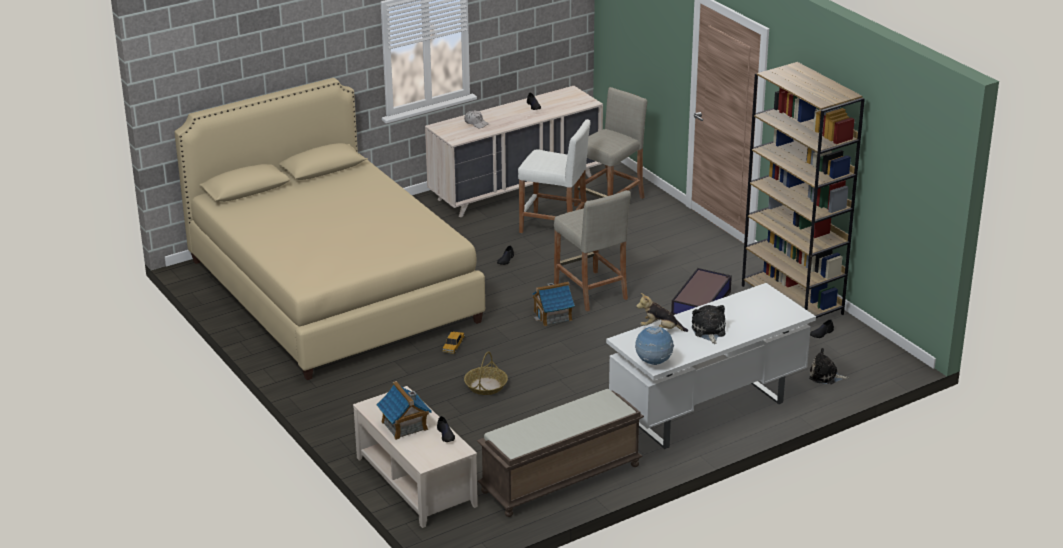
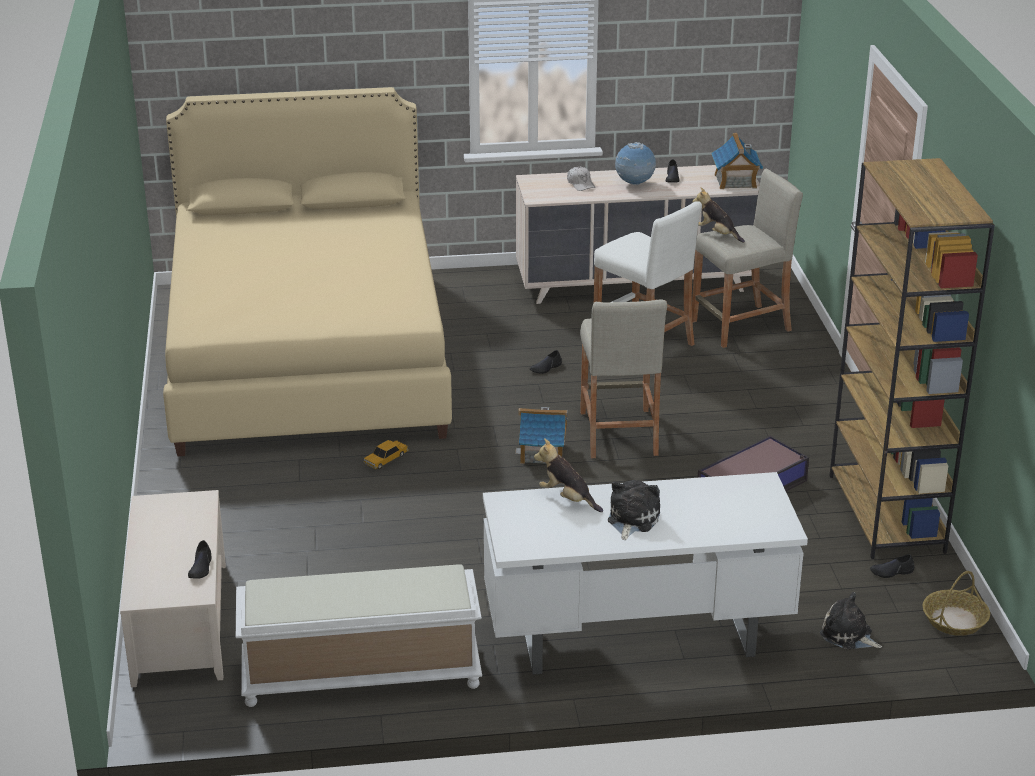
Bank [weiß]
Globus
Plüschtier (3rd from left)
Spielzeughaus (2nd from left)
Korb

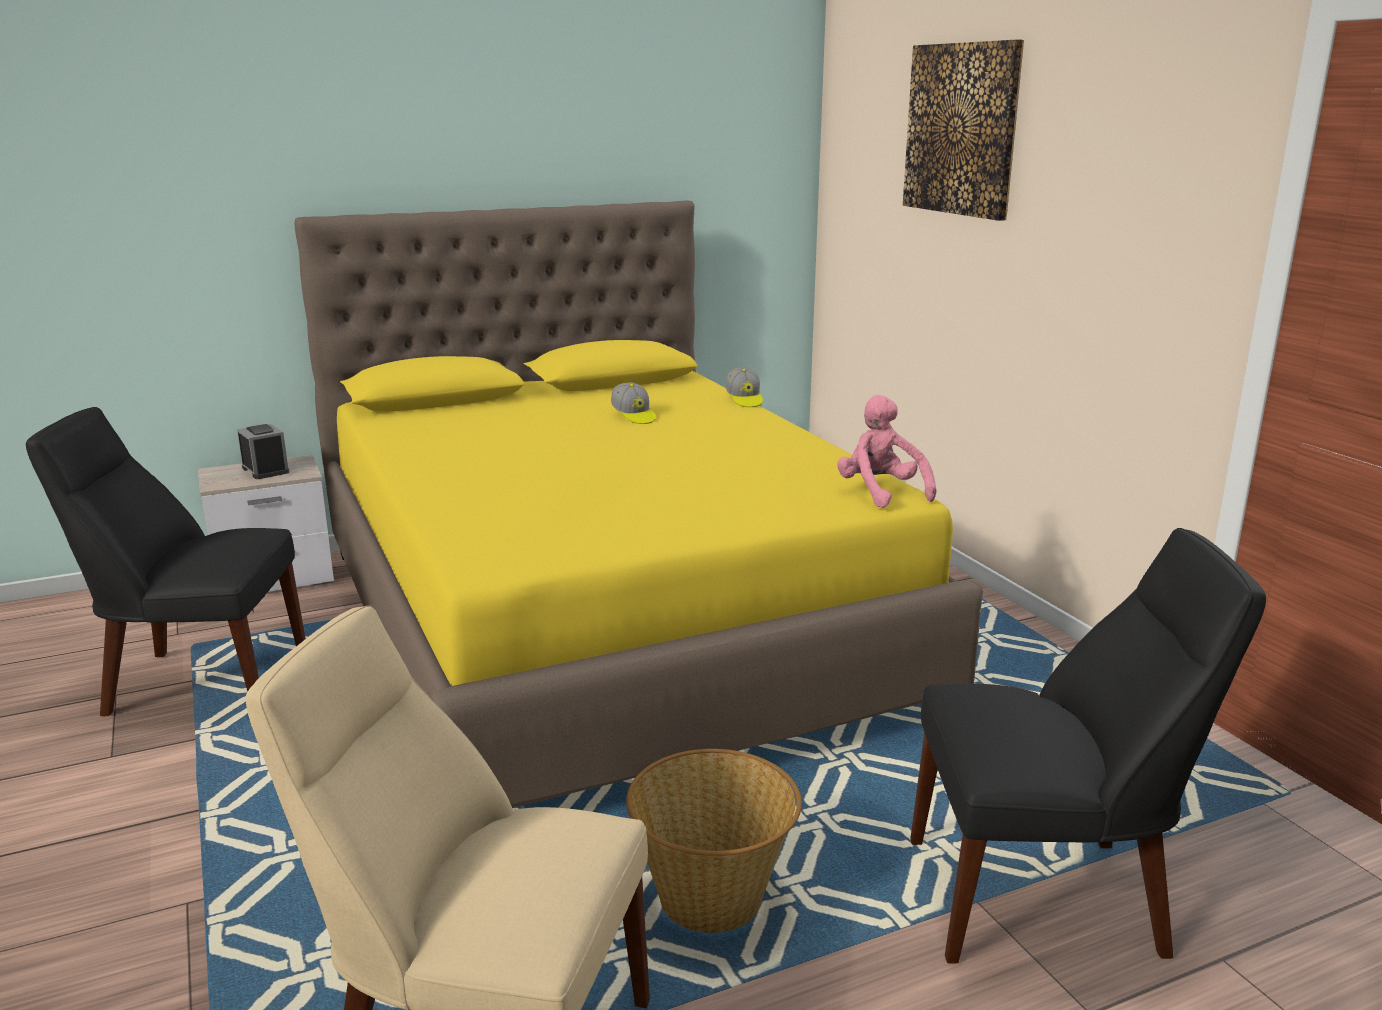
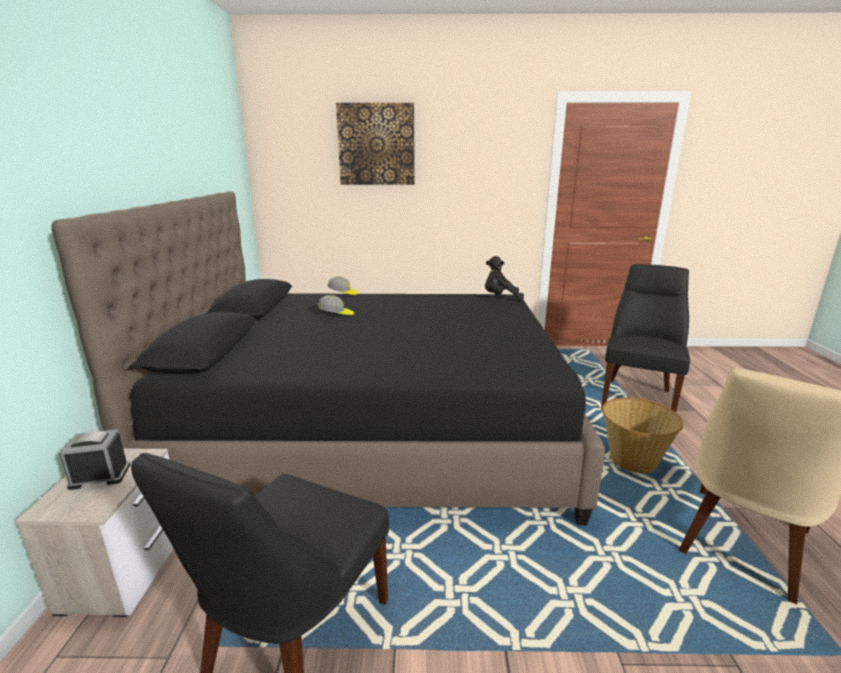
Bett [schwarz]
Plüschtier [schwarz]

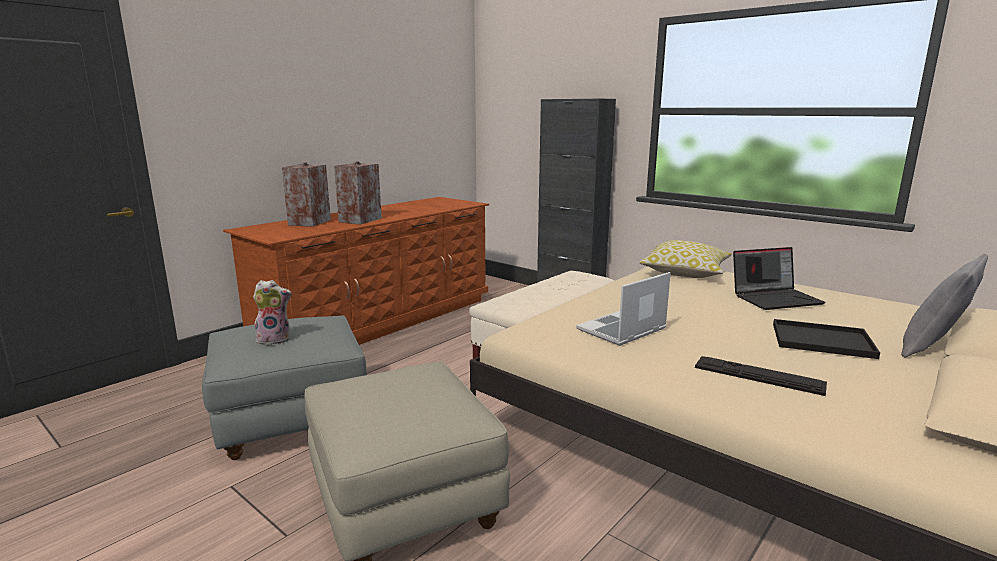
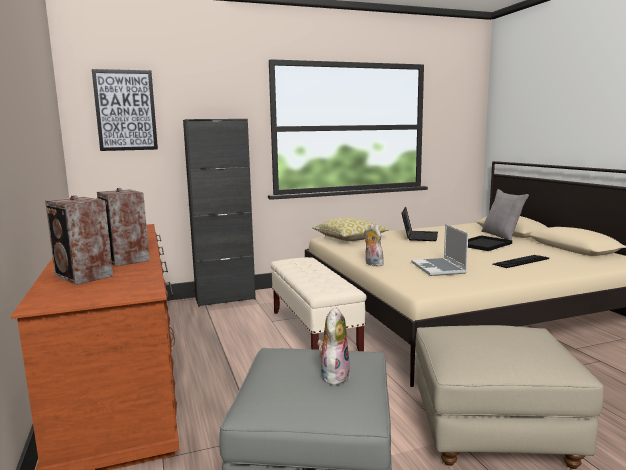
Bild
Plüschtier (2nd from left)

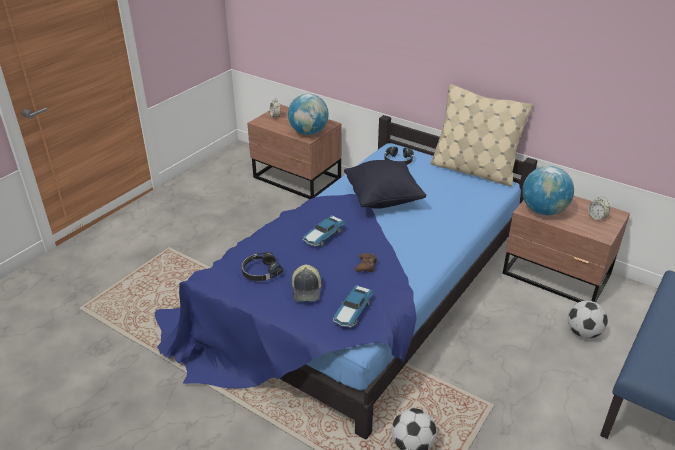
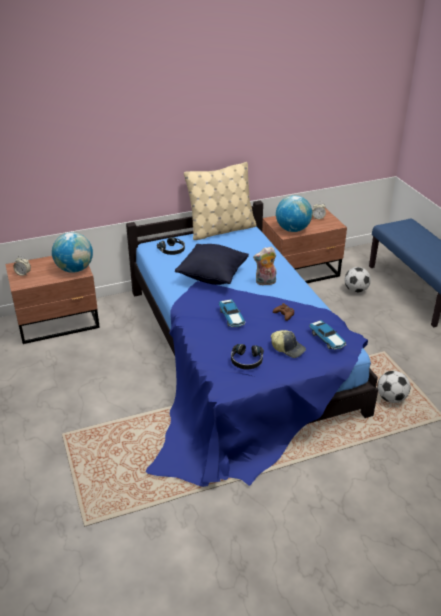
Plüschtier

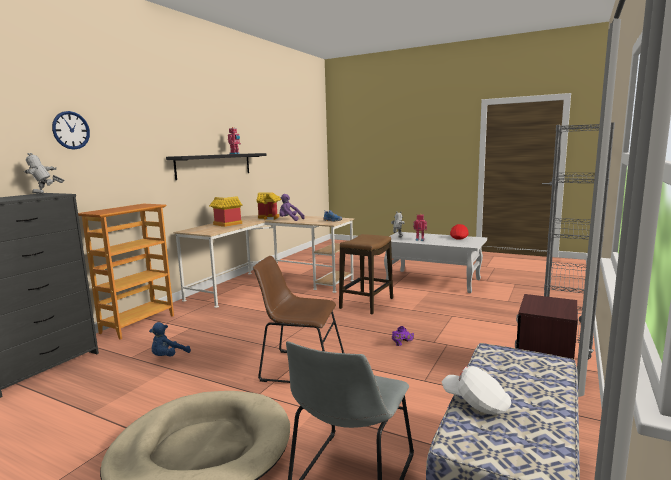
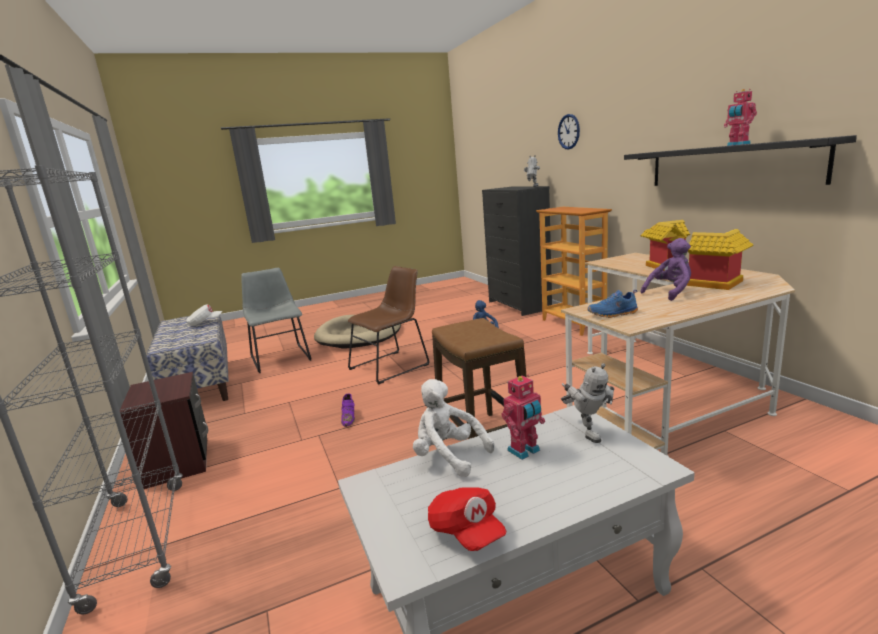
Plüschtier [weiß]

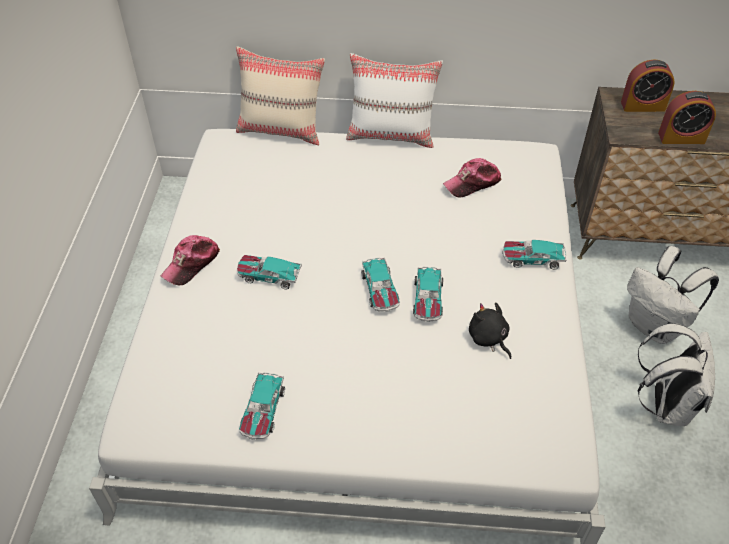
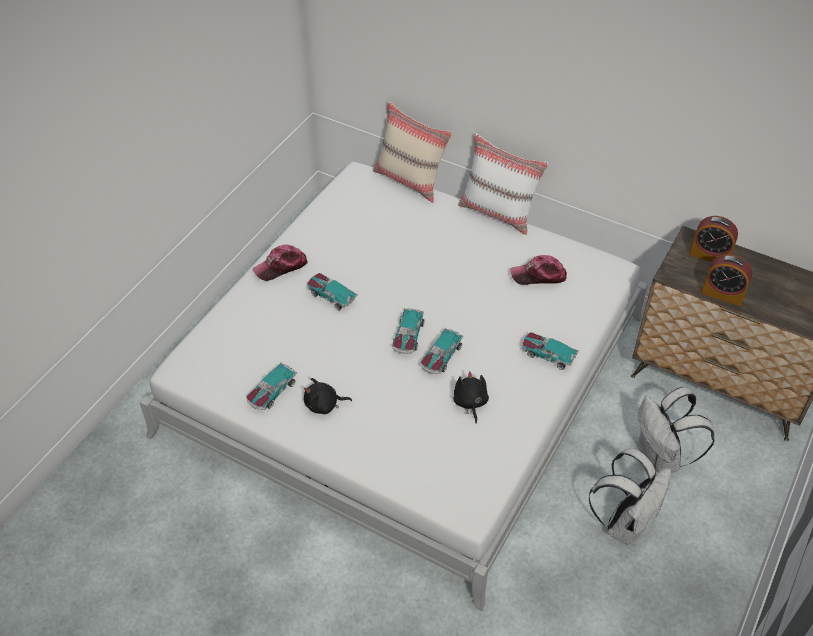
Plüschtier [schwarz] (1st from left)

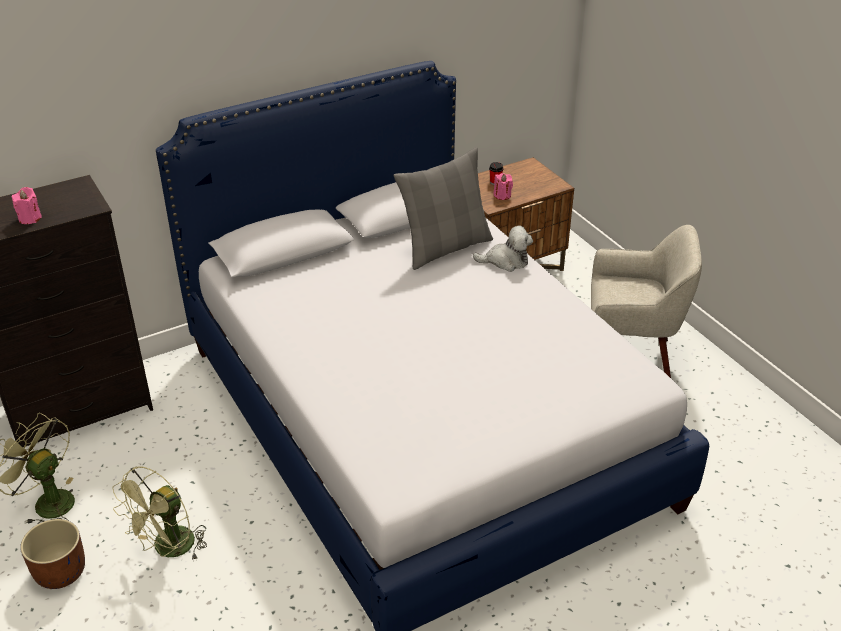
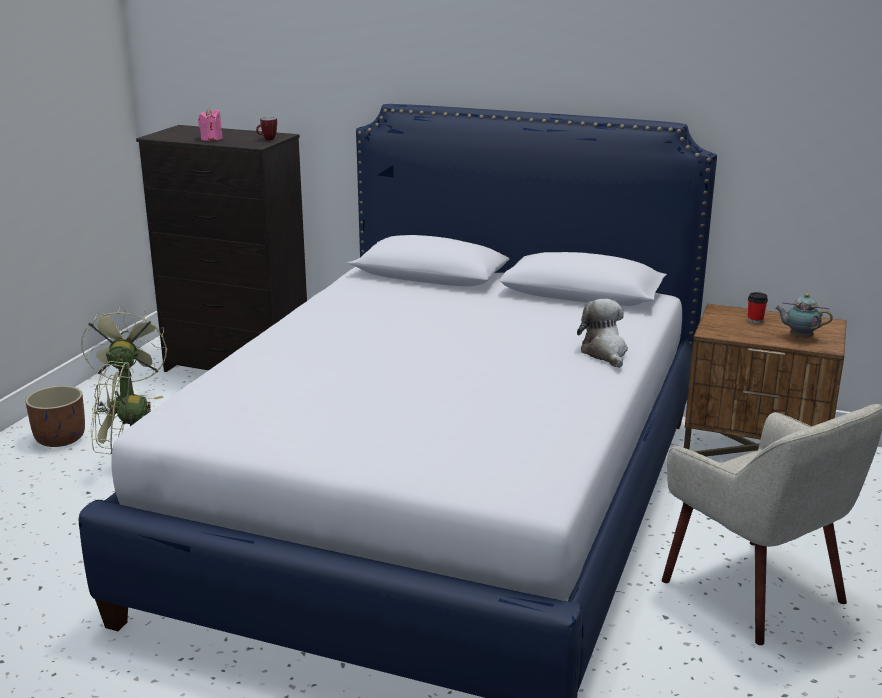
Henkelbecher
Plüschtier
Teekanne
Kissen [grau]
Kerze [rosa] (2nd from left in the first image)

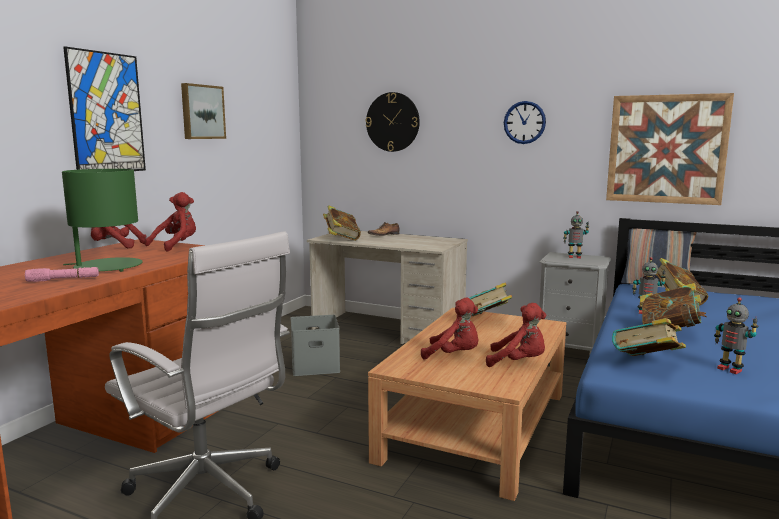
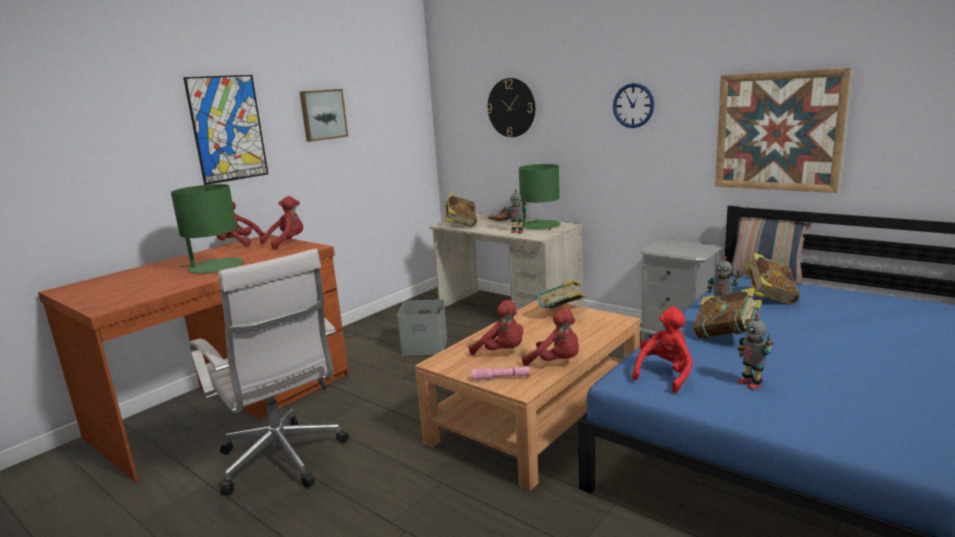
Taschenlampe [rosa]
Spielzeugroboter (1st from left)
Tischlampe [grün] (2nd from left)
Plüschtier [rot] (5th from left)

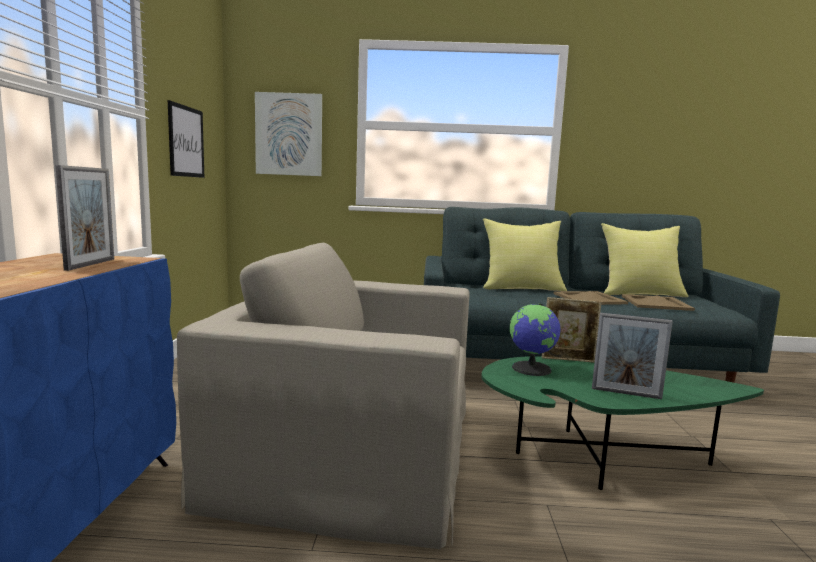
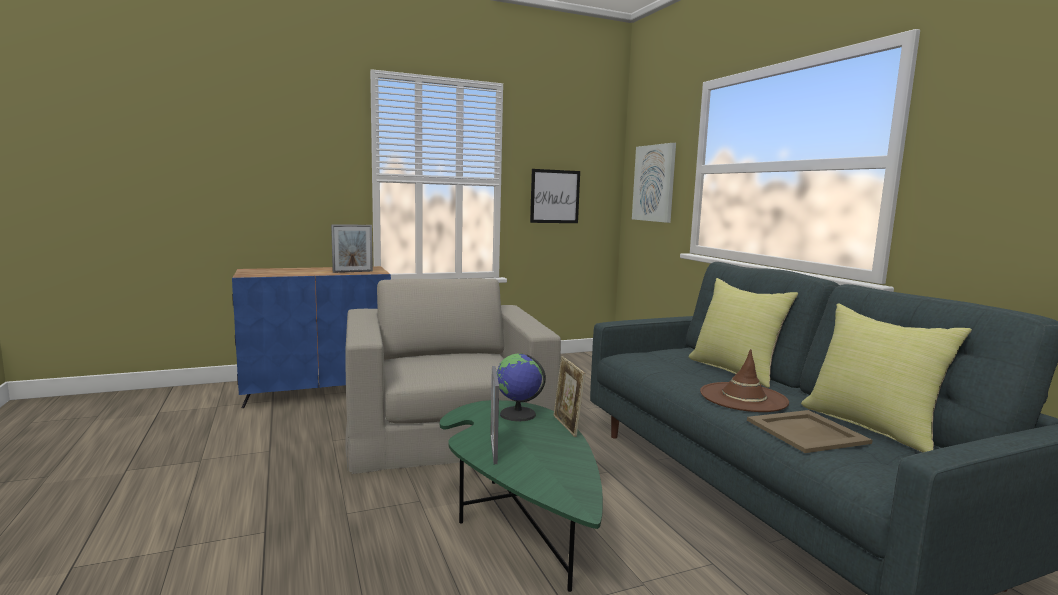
Hut [braun]

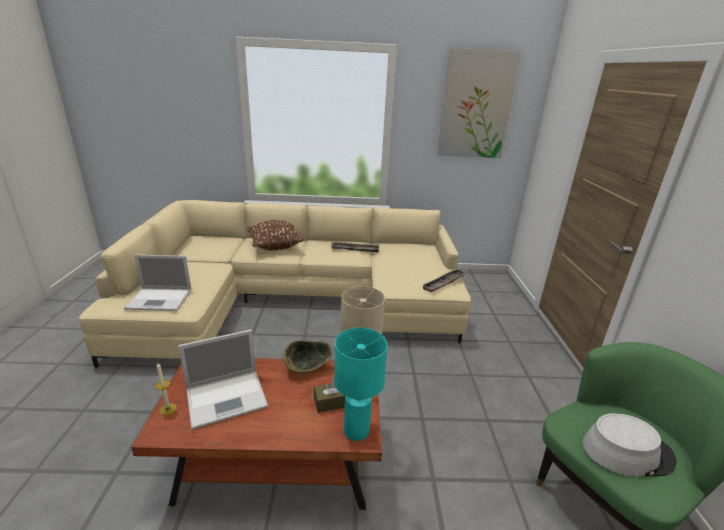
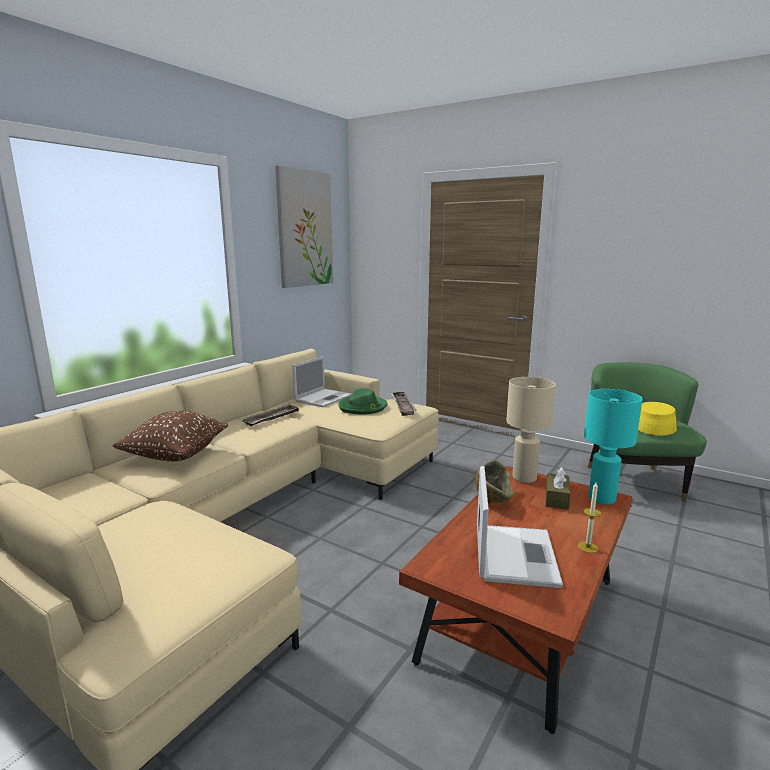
Laptop (1st from left)
Hut [grün]
Kerze
Hut [gelb]

